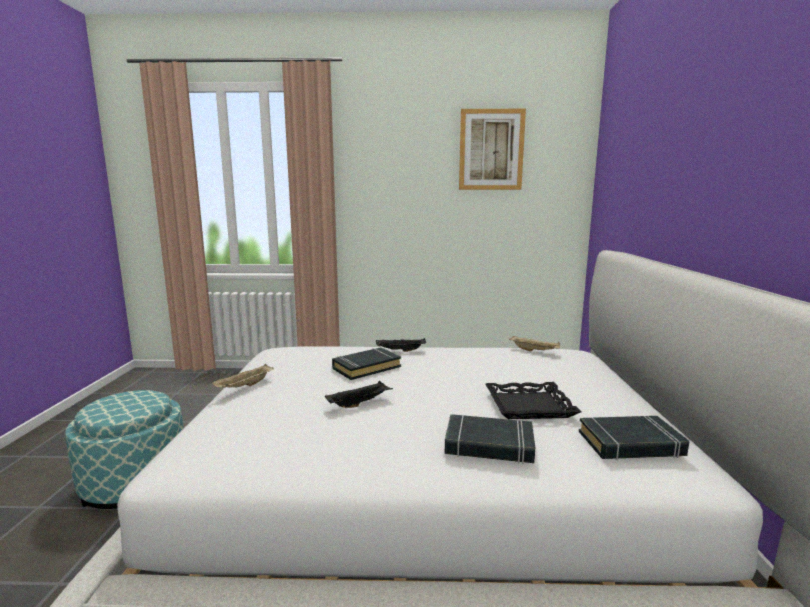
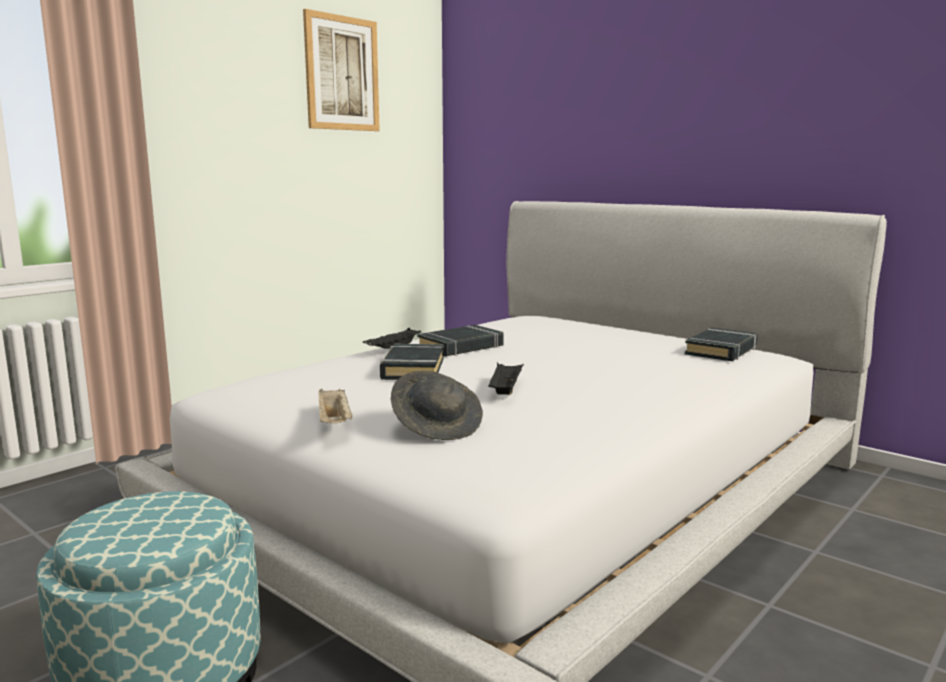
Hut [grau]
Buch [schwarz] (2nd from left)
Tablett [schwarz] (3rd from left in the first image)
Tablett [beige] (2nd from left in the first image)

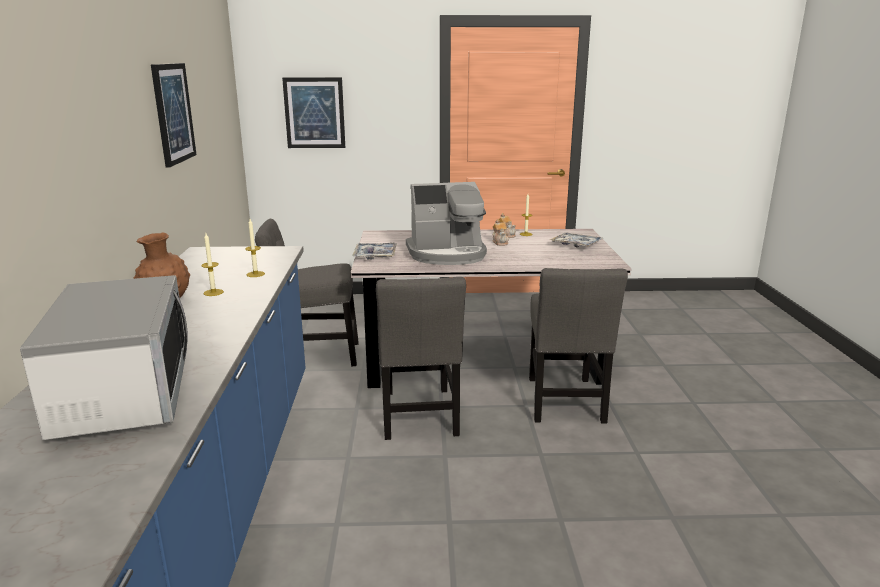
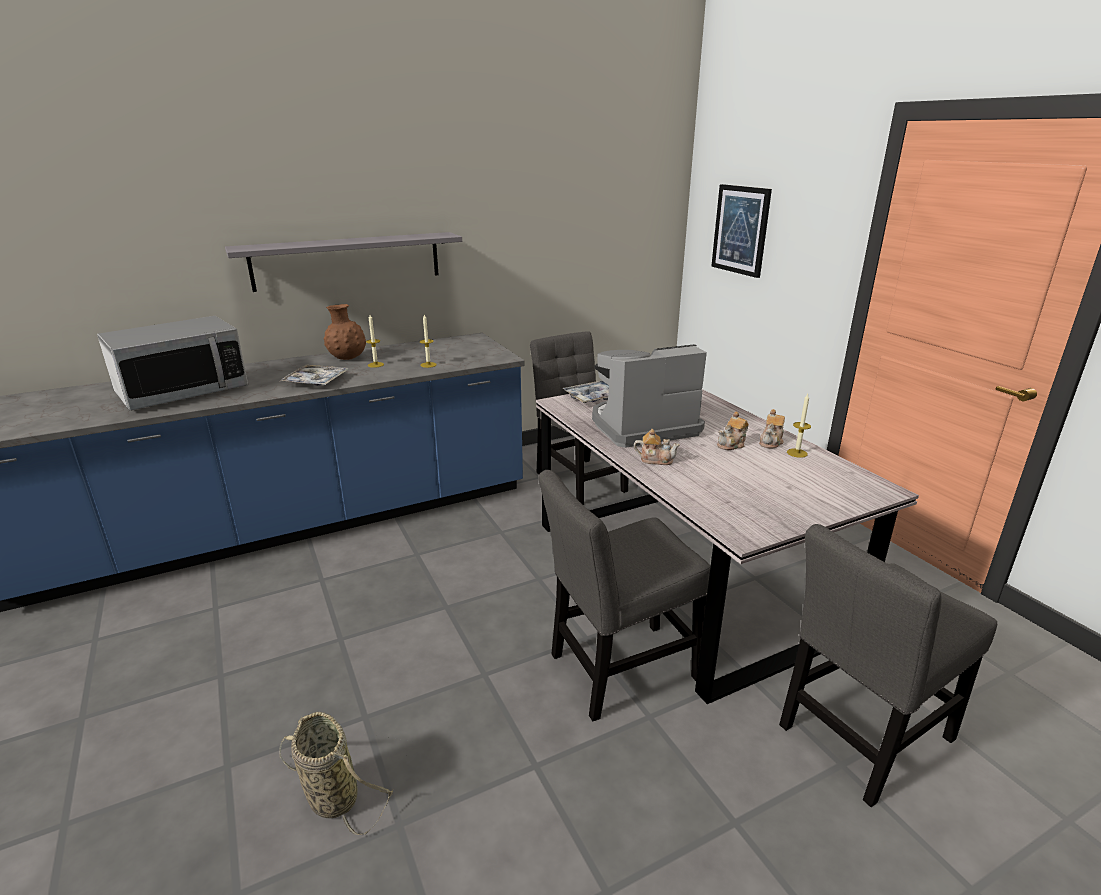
Wandregal [grau]
Tablett (1st from left)
Korb
Kaffeemaschine
Teekanne (1st from left)
Stuhl [grau] (3rd from left)
Bild (1st from left in the first image)

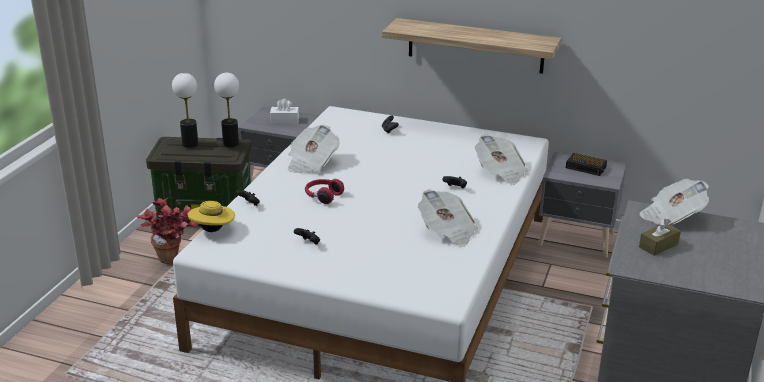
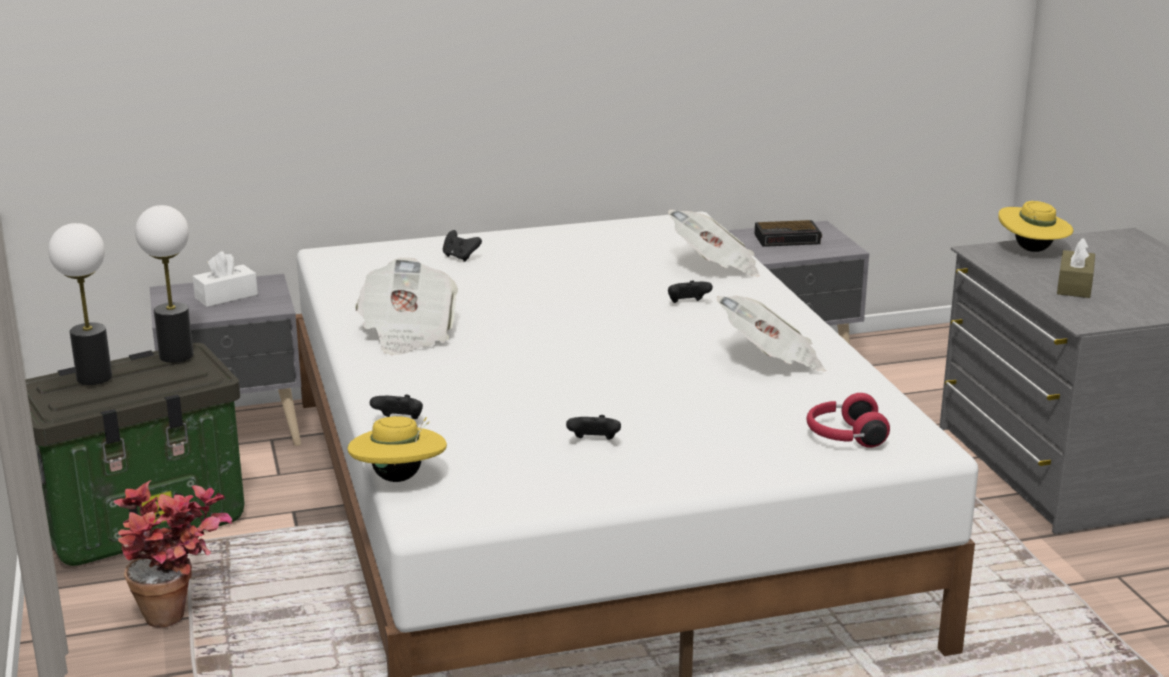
Kopfhörer [rot]
Hut [gelb] (2nd from left)
Wandregal

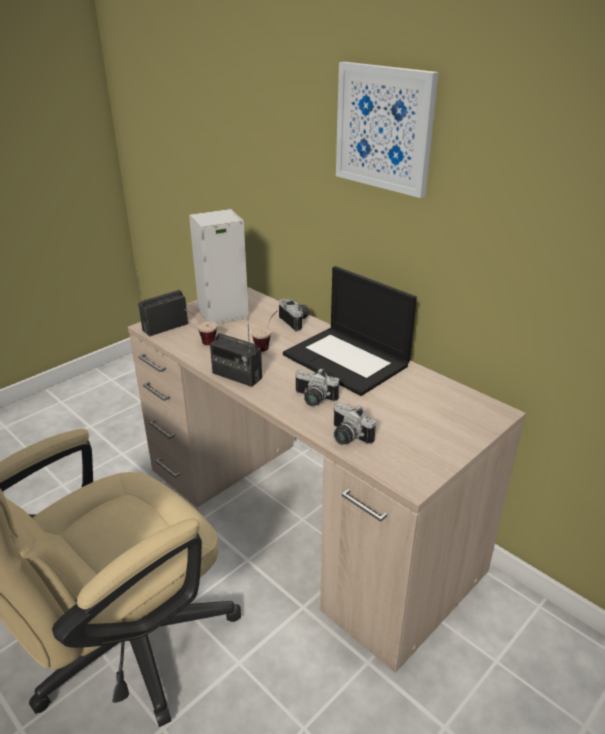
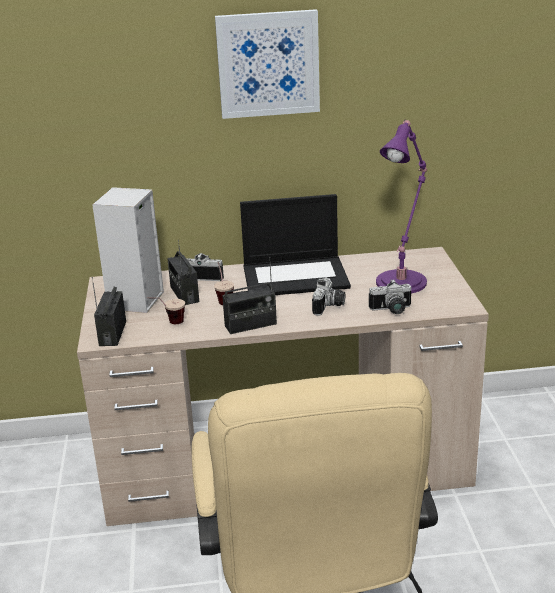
Radio (2nd from left)
Kamera (2nd from left)
Tischlampe [lila]

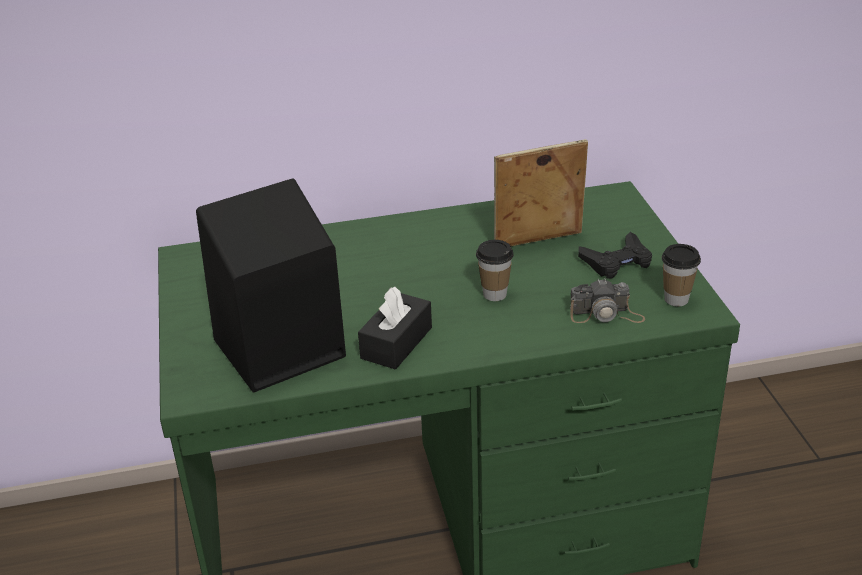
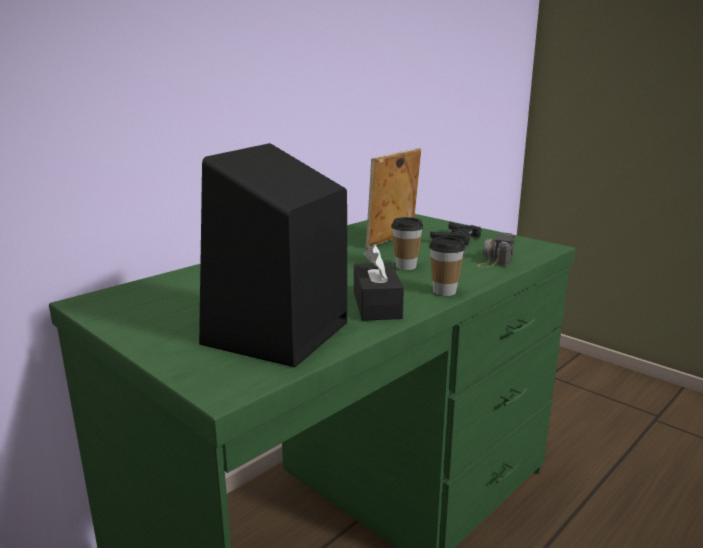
Tasse (2nd from left)
Kamera

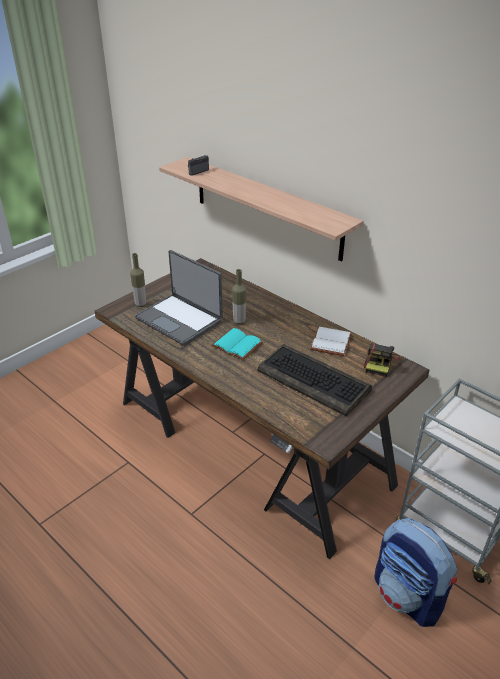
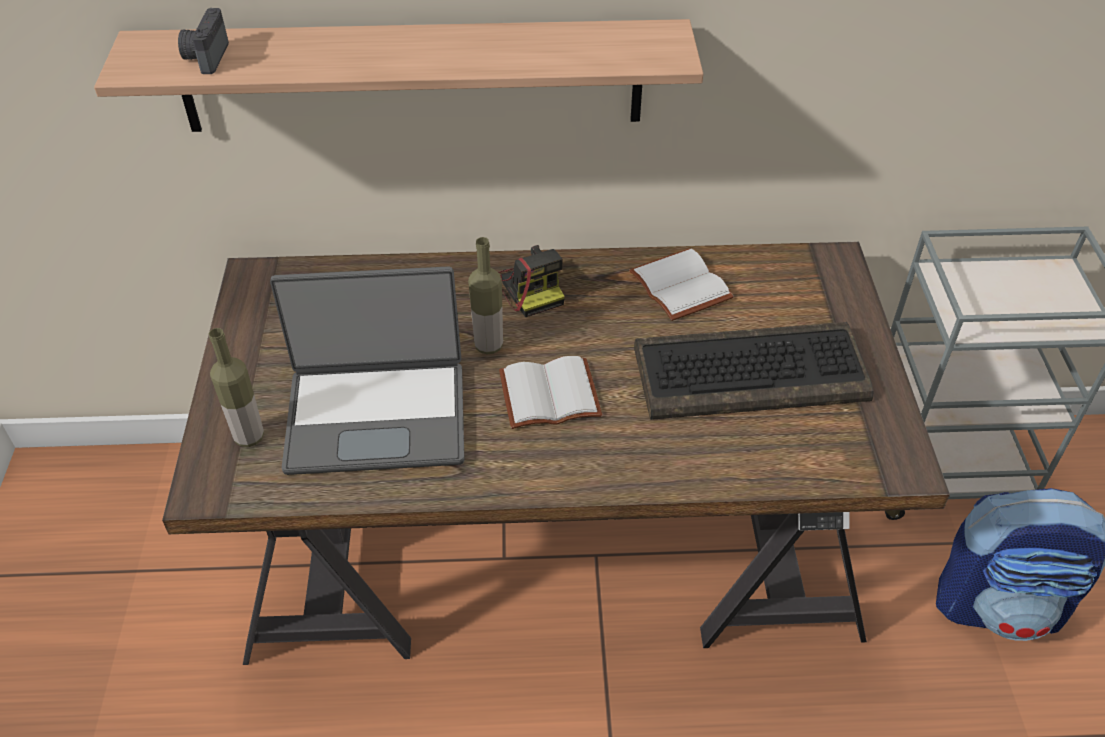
Kamera (2nd from left)
Buch [weiß] (1st from left)

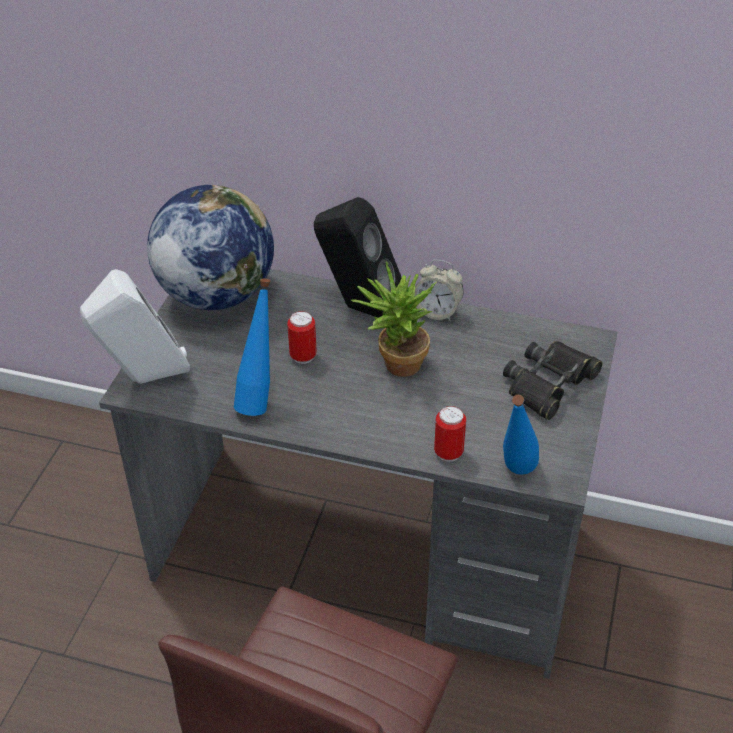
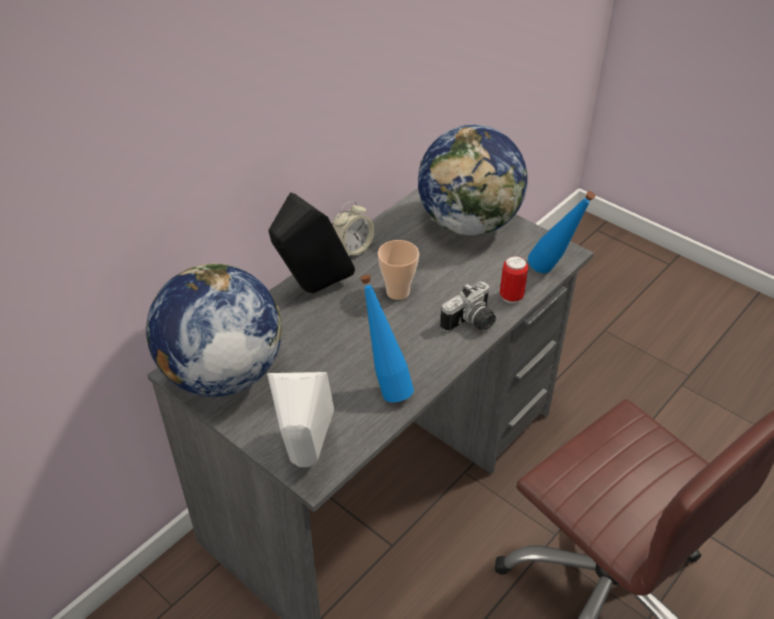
Tasse
Globus (2nd from left)
Kamera
Dose (1st from left in the first image)

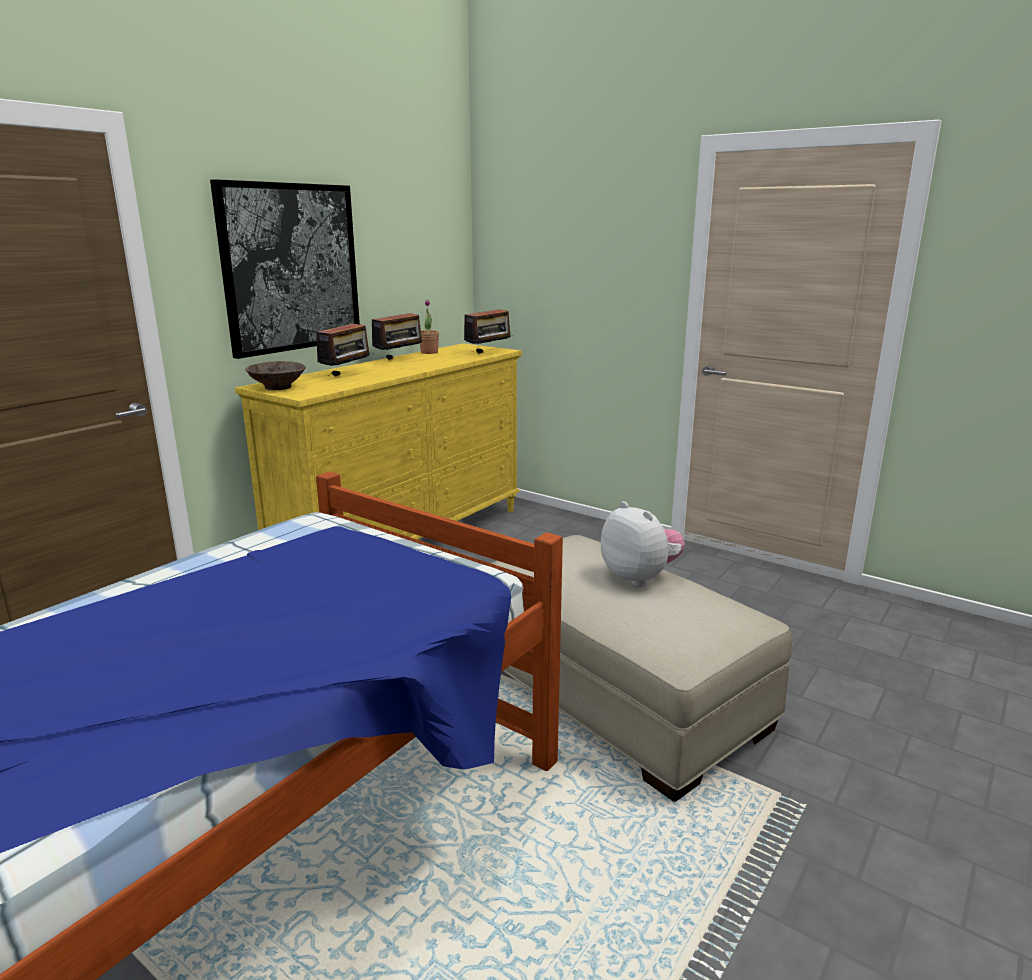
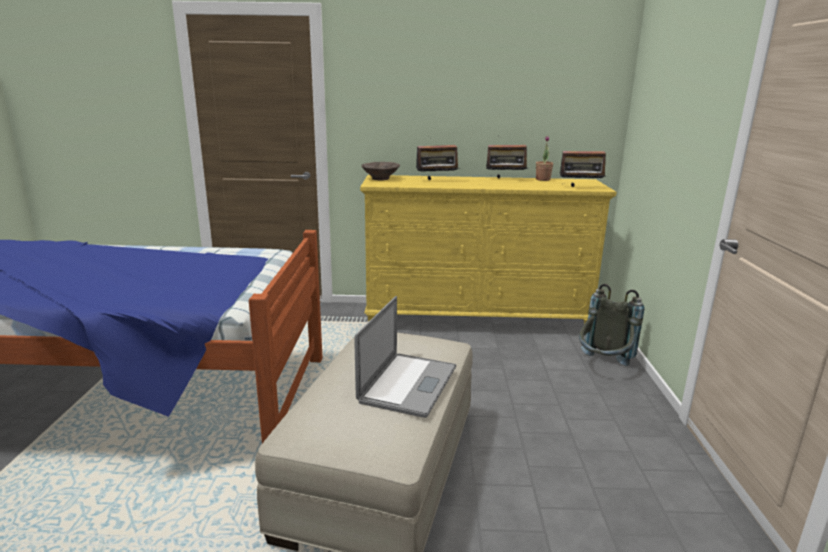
Laptop
Rucksack [grau]
Bild

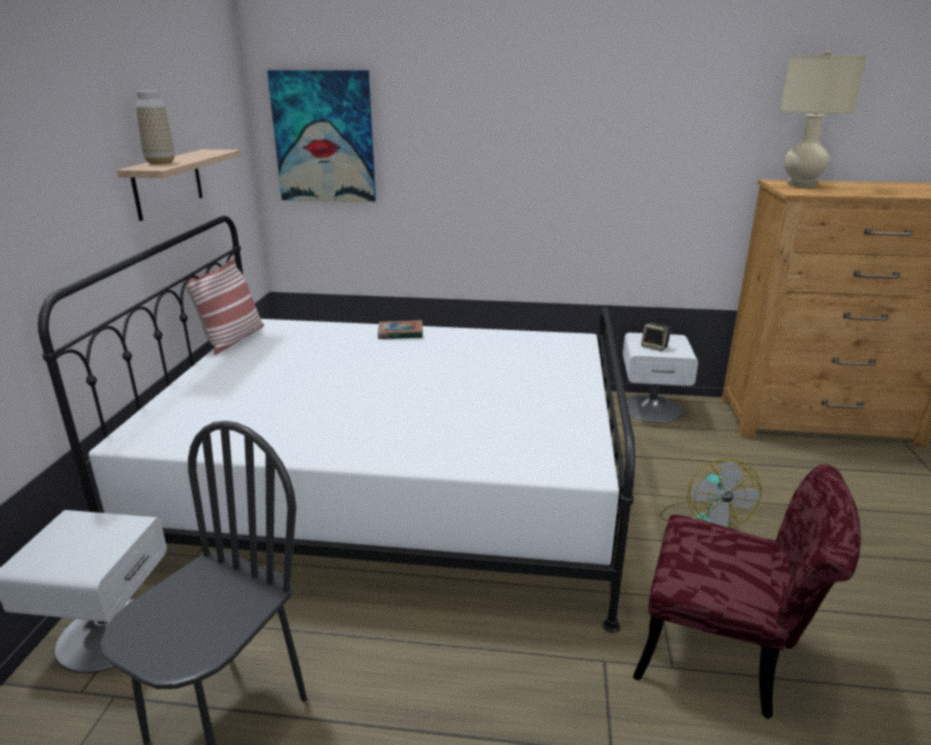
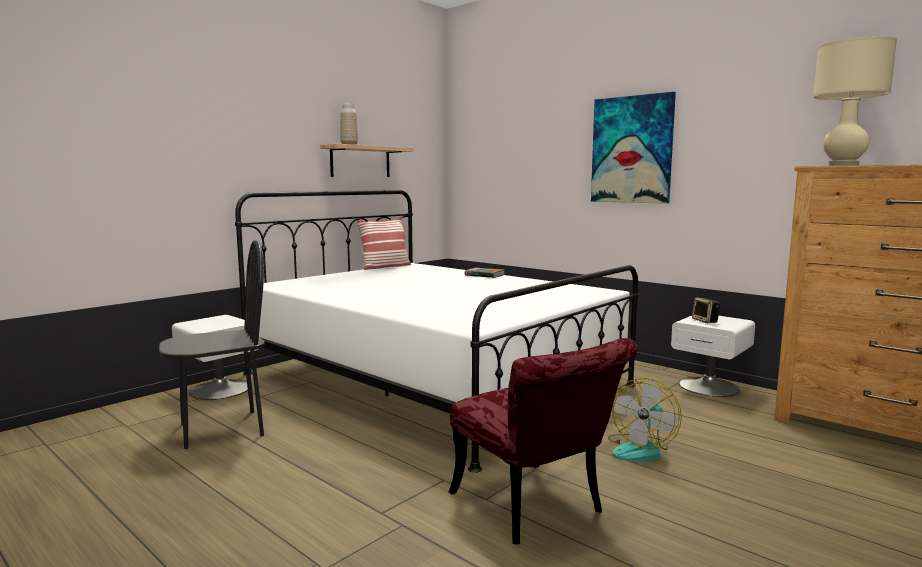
Bild

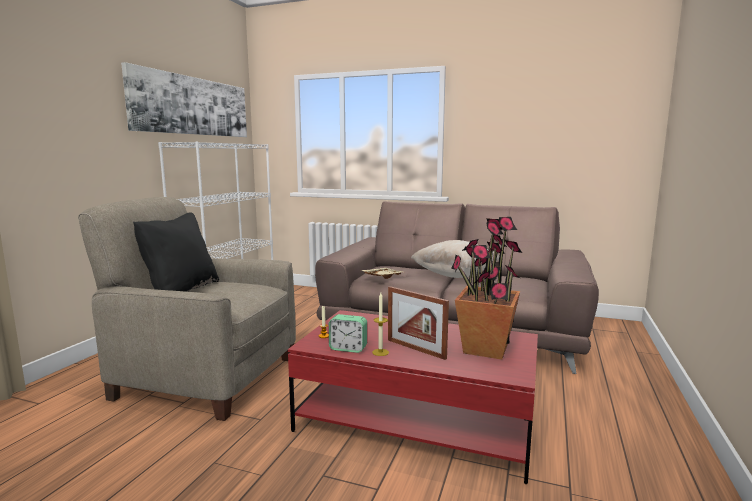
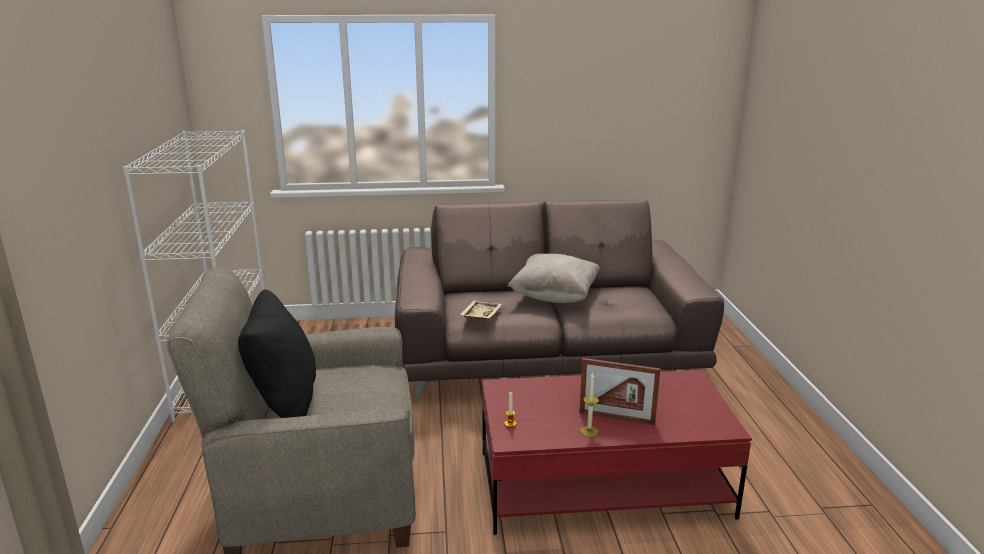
Bild
Wecker
Topfpflanze

